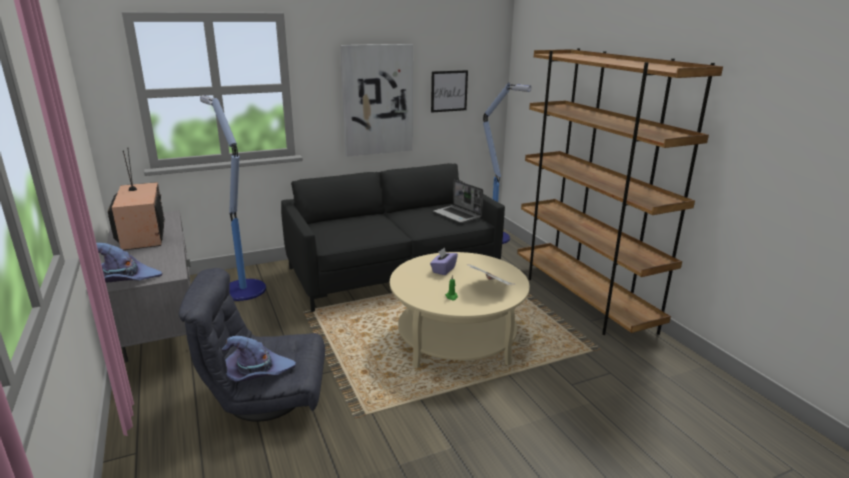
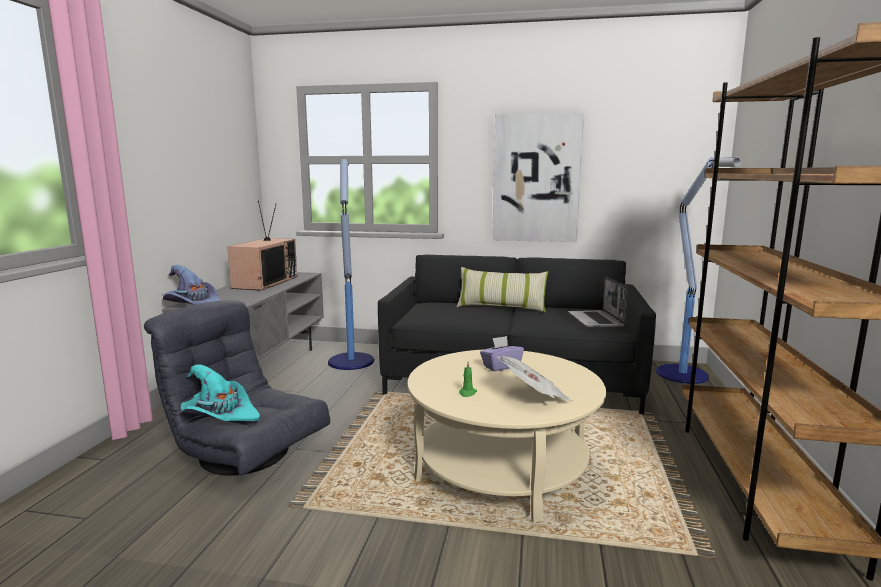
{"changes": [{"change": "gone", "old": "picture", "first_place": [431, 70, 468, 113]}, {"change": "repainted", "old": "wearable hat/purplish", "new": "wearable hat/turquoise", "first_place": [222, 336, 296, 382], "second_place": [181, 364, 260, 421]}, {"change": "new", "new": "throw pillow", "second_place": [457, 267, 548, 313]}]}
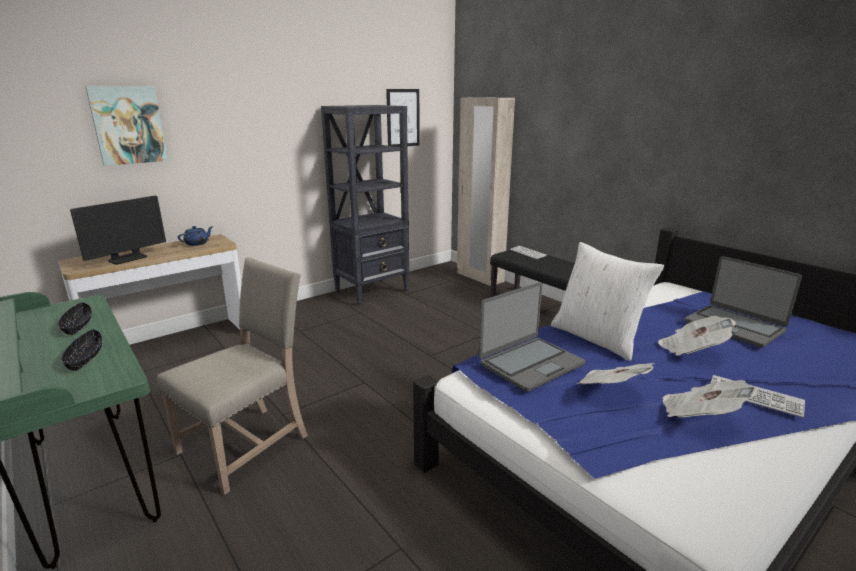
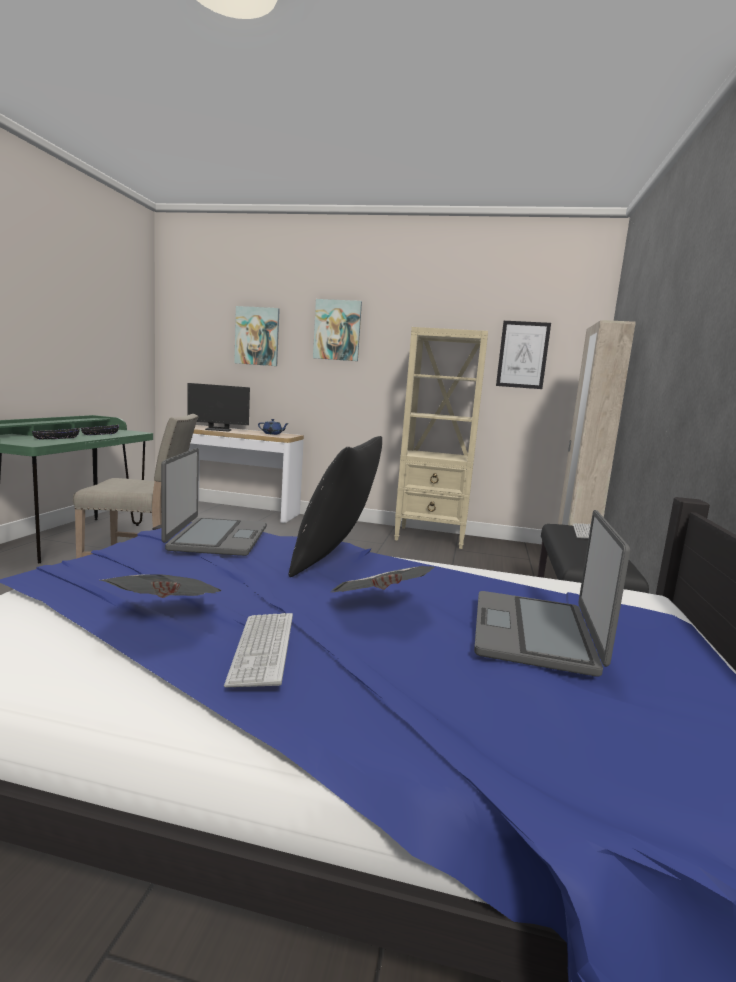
{"changes": [{"change": "repainted", "old": "shelving unit/blackish", "new": "shelving unit/beige", "first_place": [321, 105, 410, 306], "second_place": [394, 327, 488, 549]}, {"change": "repainted", "old": "throw pillow/white-coloured", "new": "throw pillow/blackish", "first_place": [551, 242, 664, 361], "second_place": [289, 436, 382, 577]}, {"change": "rotated", "old": "laptop", "first_place": [479, 282, 585, 392], "second_place": [161, 448, 267, 556], "degrees": -105}, {"change": "gone", "old": "printed paper", "first_place": [576, 363, 655, 384]}, {"change": "new", "new": "picture", "second_place": [313, 299, 362, 361]}]}
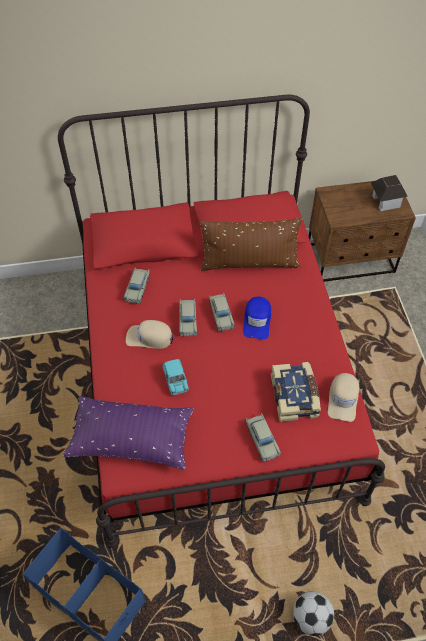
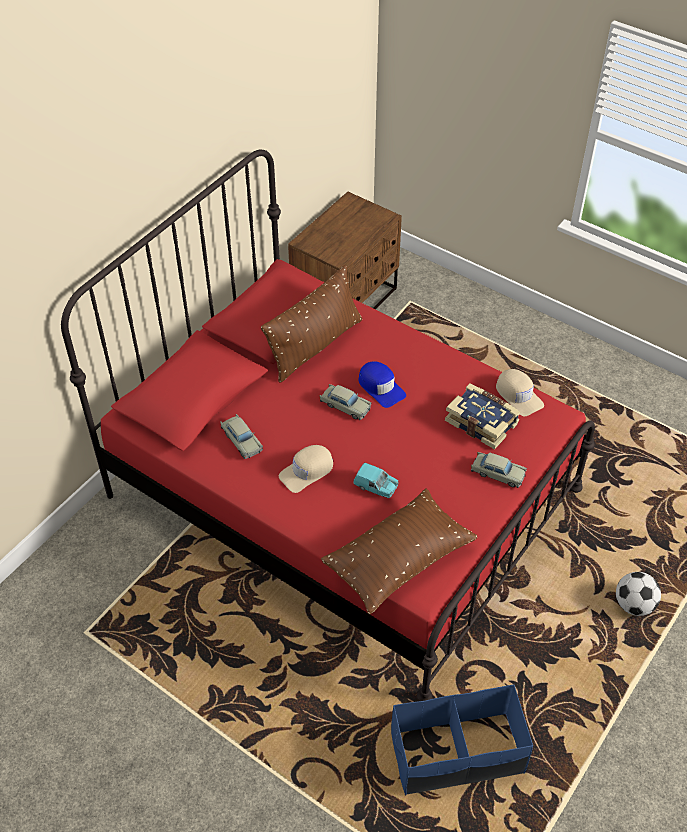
{"changes": [{"change": "gone", "old": "model house", "first_place": [371, 175, 408, 211]}, {"change": "gone", "old": "model car/beige", "first_place": [179, 298, 197, 337]}, {"change": "repainted", "old": "throw pillow/purplish", "new": "throw pillow/brown-coloured", "first_place": [63, 396, 194, 470], "second_place": [321, 489, 477, 614]}]}
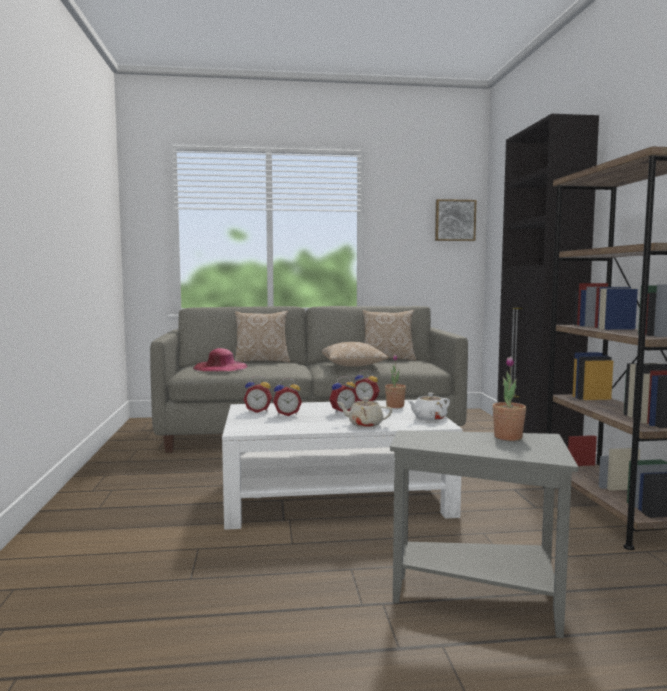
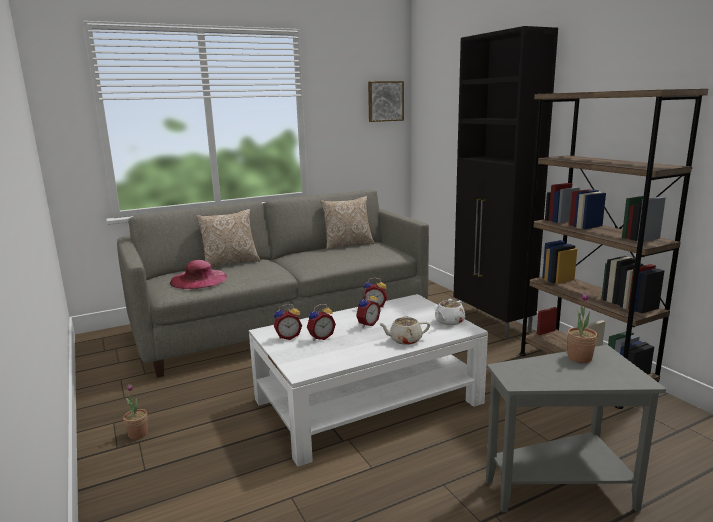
{"changes": [{"change": "gone", "old": "throw pillow", "first_place": [322, 342, 389, 367]}, {"change": "shifted", "old": "plant in a pot", "first_place": [385, 354, 406, 408], "second_place": [123, 384, 148, 440]}]}
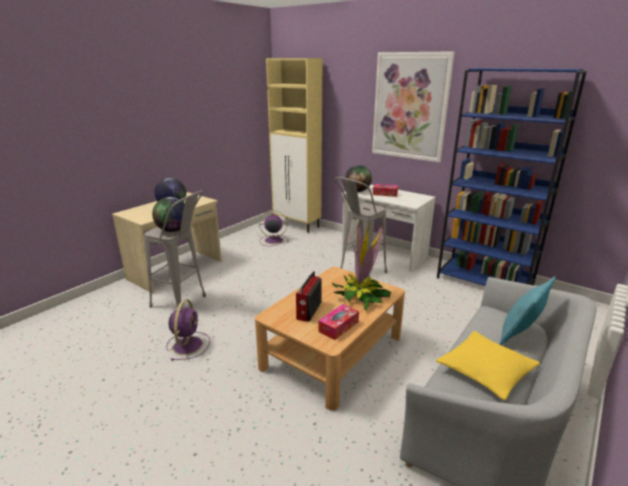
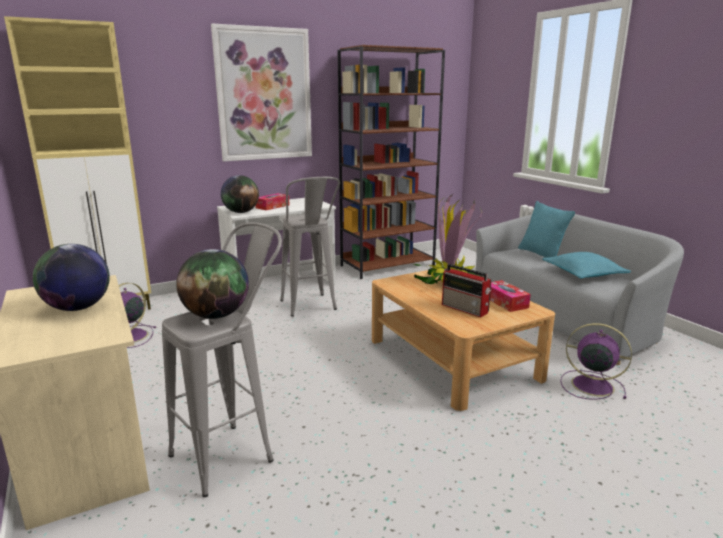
{"changes": [{"change": "repainted", "old": "shelving unit/blue", "new": "shelving unit/brown-coloured", "first_place": [437, 68, 587, 286], "second_place": [338, 45, 445, 279]}, {"change": "shifted", "old": "cooling fan/purplish", "first_place": [166, 299, 210, 360], "second_place": [560, 323, 632, 400]}, {"change": "repainted", "old": "throw pillow/yellow", "new": "throw pillow/turquoise", "first_place": [436, 331, 540, 400], "second_place": [542, 252, 631, 279]}]}
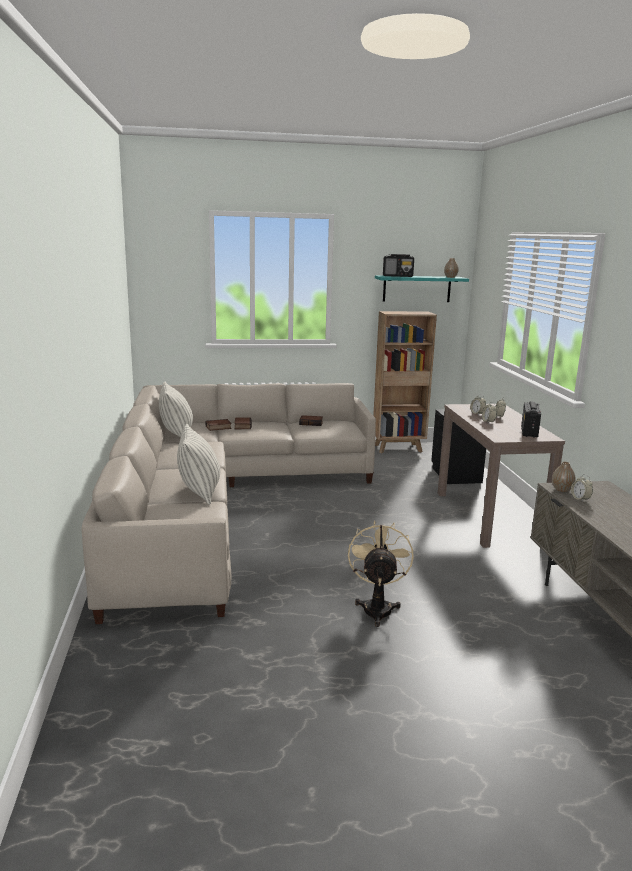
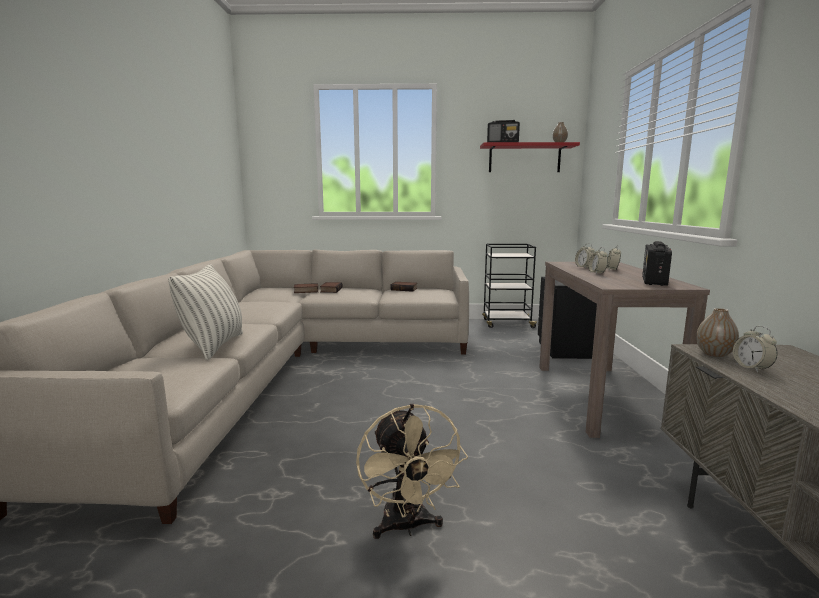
{"changes": [{"change": "repainted", "old": "shelf/turquoise", "new": "shelf/red", "first_place": [375, 275, 469, 302], "second_place": [480, 142, 580, 172]}, {"change": "swapped", "old": "shelving unit/brown-coloured", "new": "trolley/blackish", "first_place": [373, 311, 437, 453], "second_place": [482, 244, 538, 328]}, {"change": "gone", "old": "throw pillow", "first_place": [159, 381, 193, 437]}, {"change": "rotated", "old": "cooling fan/beige", "first_place": [348, 520, 414, 627], "second_place": [356, 404, 468, 539], "degrees": 150}]}
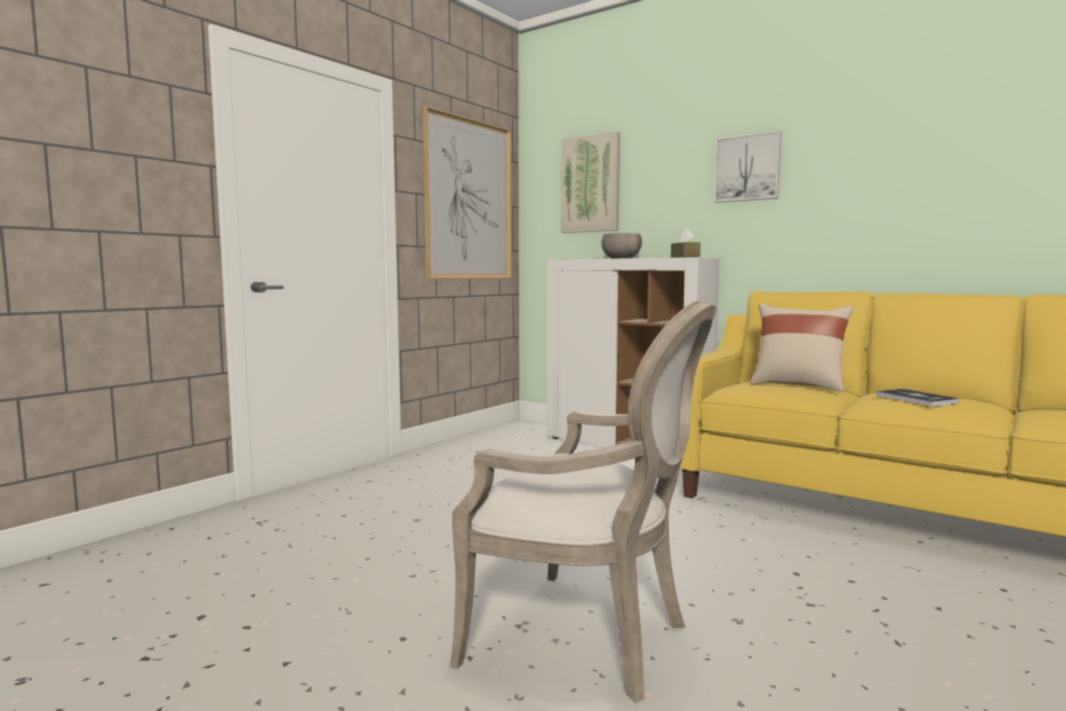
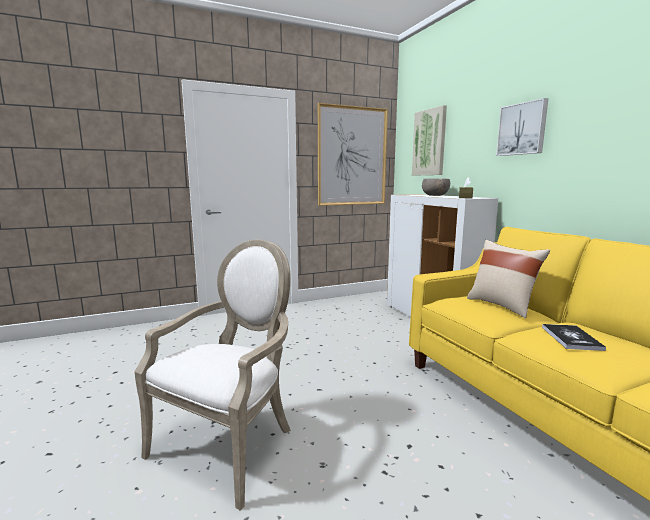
{"changes": [{"change": "rotated", "old": "lounge chair", "first_place": [450, 301, 716, 703], "second_place": [135, 239, 291, 511], "degrees": -120}]}
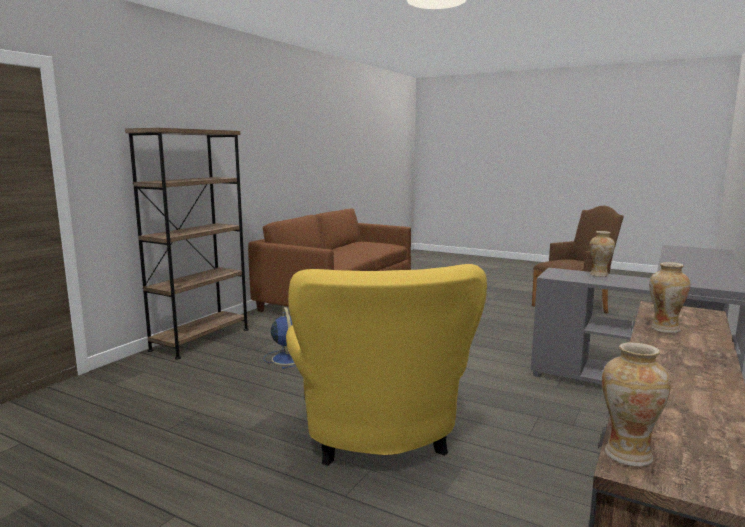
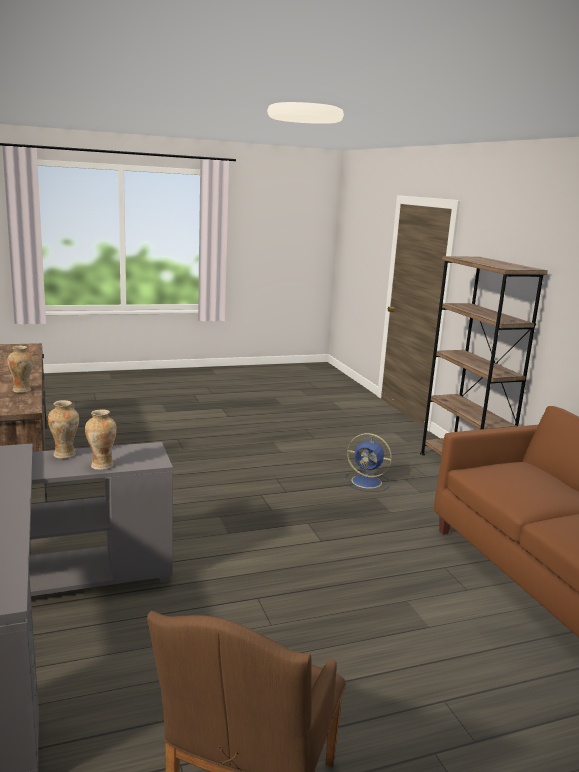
{"changes": [{"change": "gone", "old": "lounge chair/yellow", "first_place": [286, 264, 487, 466]}, {"change": "shifted", "old": "vase", "first_place": [602, 342, 671, 467], "second_place": [48, 400, 79, 459]}]}
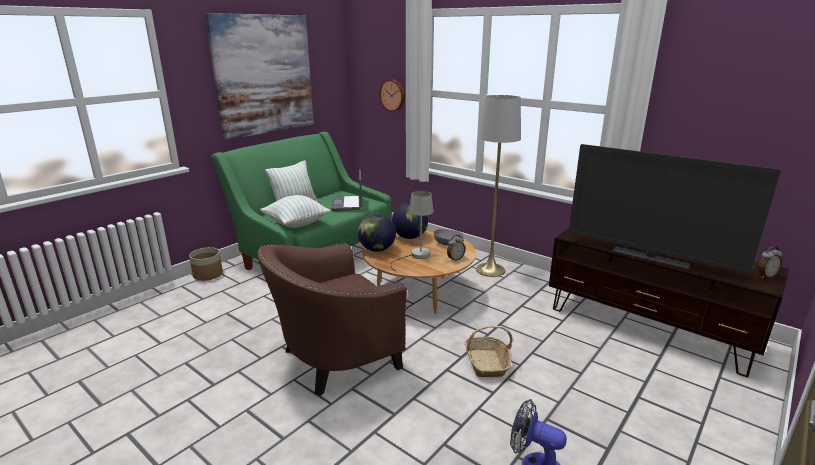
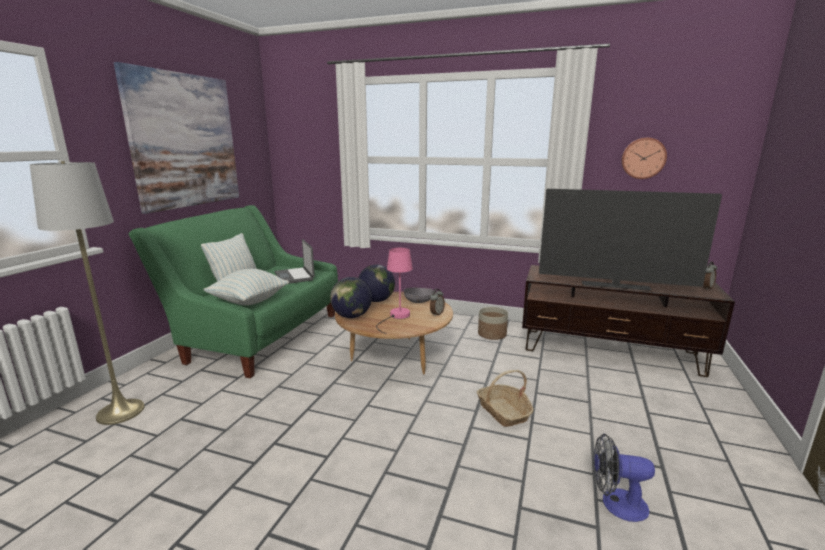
{"changes": [{"change": "shifted", "old": "wall clock", "first_place": [379, 79, 405, 112], "second_place": [622, 138, 667, 179]}, {"change": "shifted", "old": "floor lamp/grey", "first_place": [476, 95, 521, 277], "second_place": [30, 161, 145, 425]}, {"change": "repainted", "old": "tabletop lamp/grey", "new": "tabletop lamp/pink", "first_place": [391, 191, 434, 271], "second_place": [376, 248, 413, 334]}, {"change": "gone", "old": "lounge chair/brown-coloured", "first_place": [257, 243, 407, 396]}, {"change": "shifted", "old": "plant pot", "first_place": [189, 247, 223, 281], "second_place": [478, 307, 508, 340]}]}
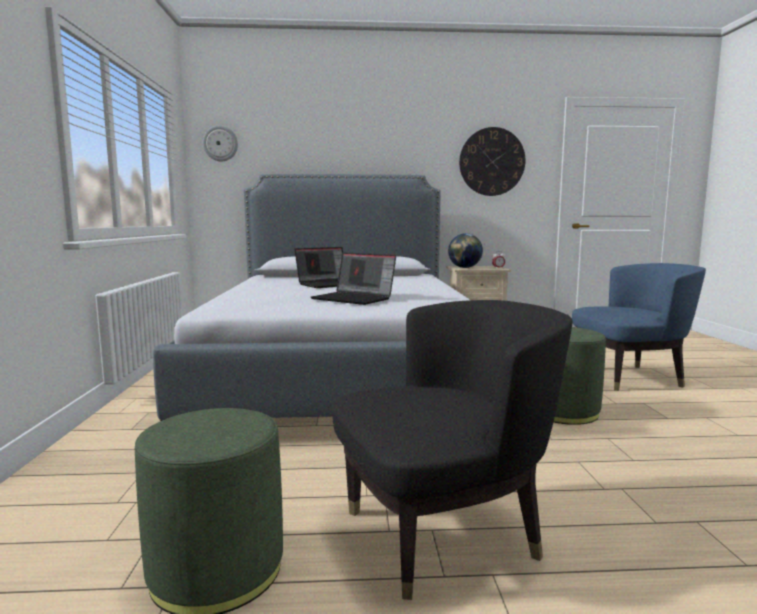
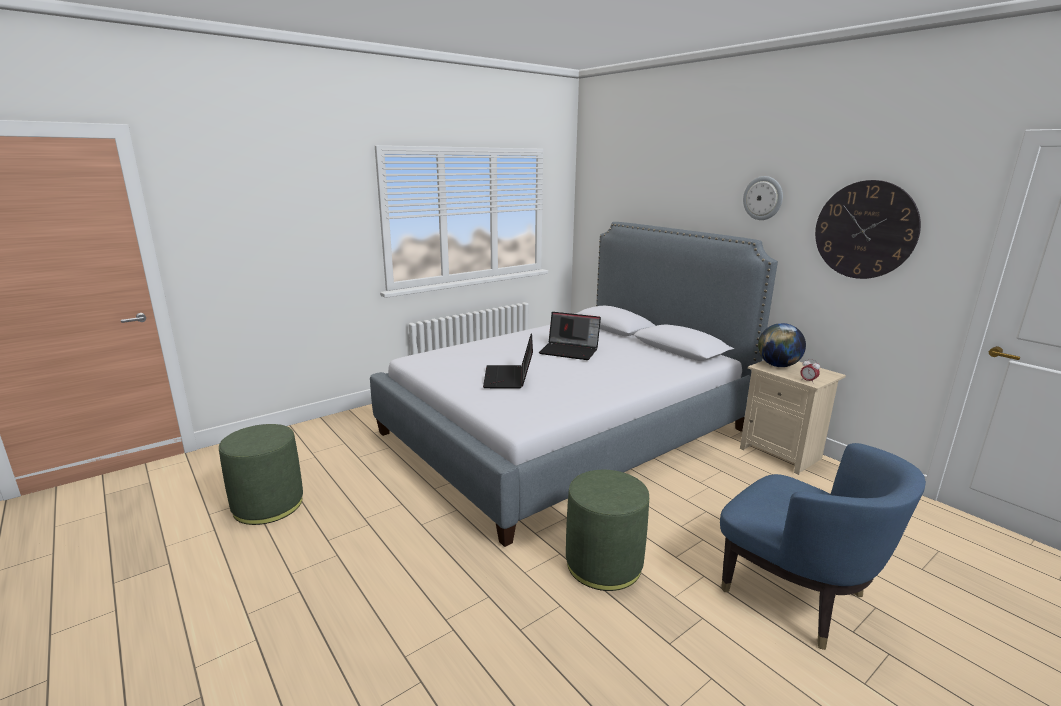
{"changes": [{"change": "shifted", "old": "wall clock", "first_place": [203, 125, 238, 161], "second_place": [743, 176, 783, 220]}, {"change": "gone", "old": "lounge chair/blackish", "first_place": [332, 300, 573, 600]}]}
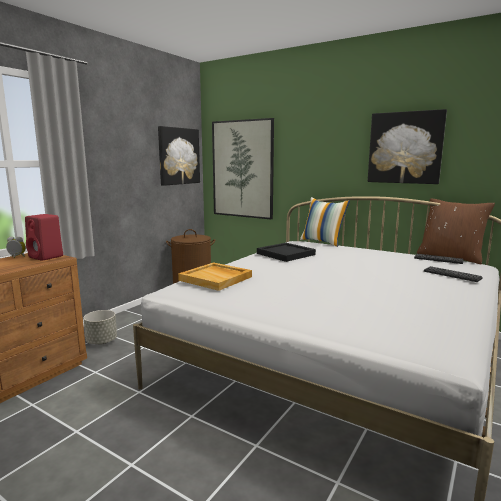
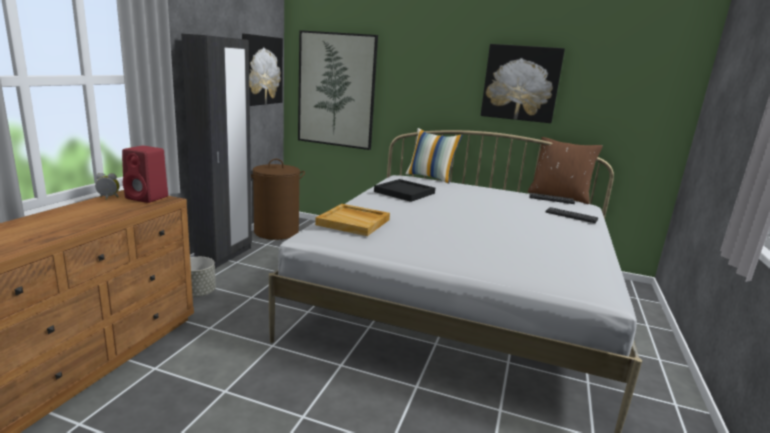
{"changes": [{"change": "new", "new": "armoire/blackish", "second_place": [181, 34, 252, 269]}]}
